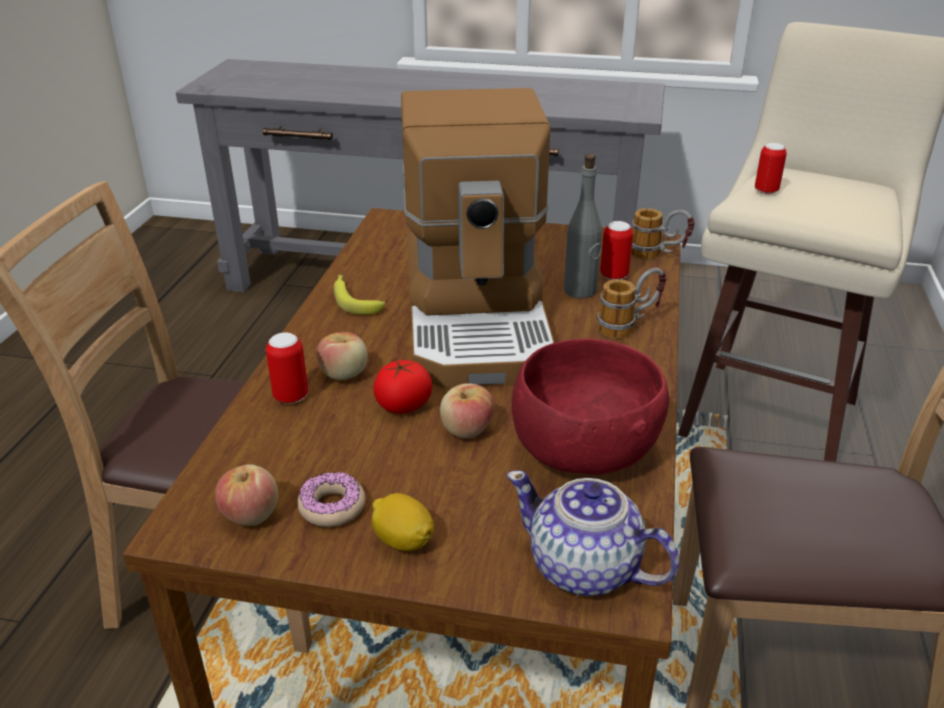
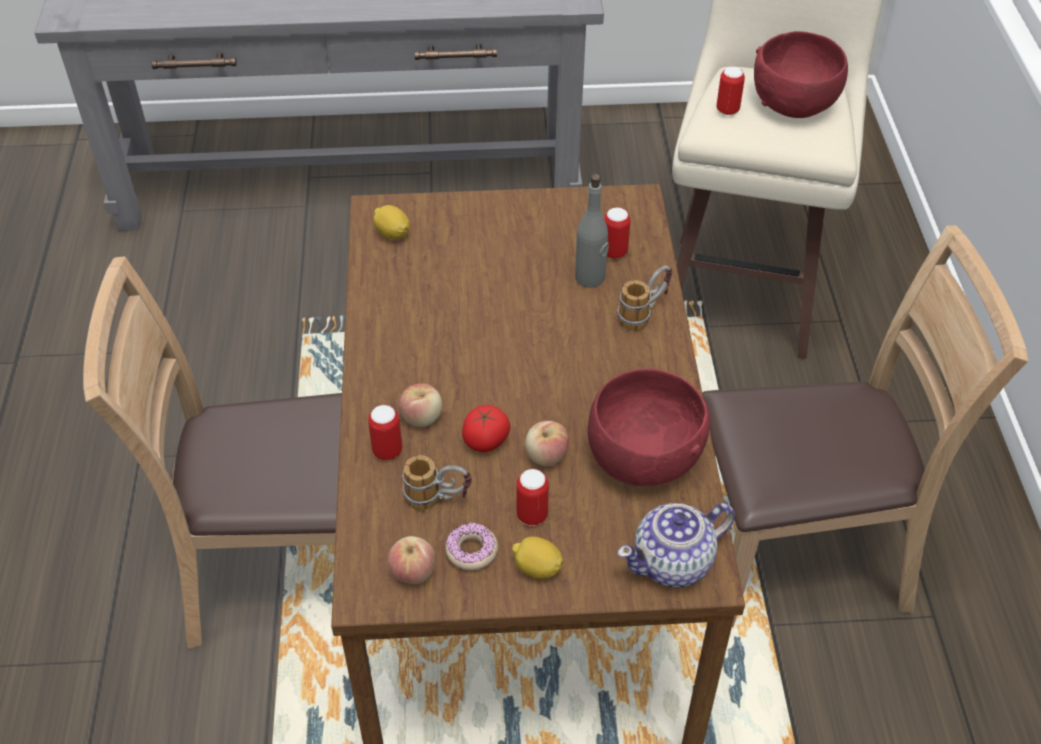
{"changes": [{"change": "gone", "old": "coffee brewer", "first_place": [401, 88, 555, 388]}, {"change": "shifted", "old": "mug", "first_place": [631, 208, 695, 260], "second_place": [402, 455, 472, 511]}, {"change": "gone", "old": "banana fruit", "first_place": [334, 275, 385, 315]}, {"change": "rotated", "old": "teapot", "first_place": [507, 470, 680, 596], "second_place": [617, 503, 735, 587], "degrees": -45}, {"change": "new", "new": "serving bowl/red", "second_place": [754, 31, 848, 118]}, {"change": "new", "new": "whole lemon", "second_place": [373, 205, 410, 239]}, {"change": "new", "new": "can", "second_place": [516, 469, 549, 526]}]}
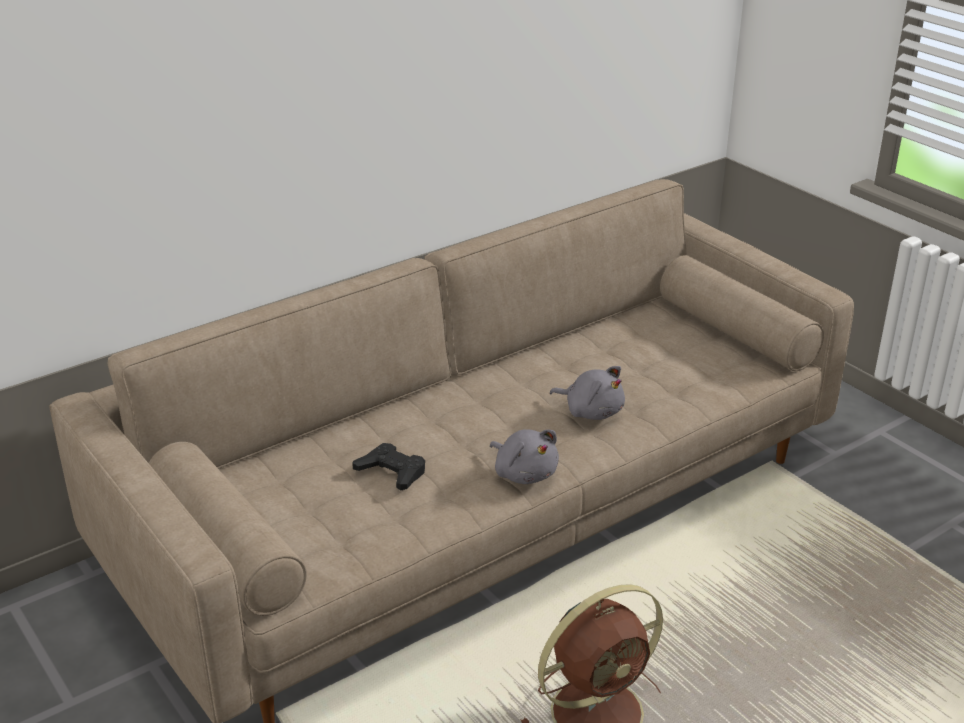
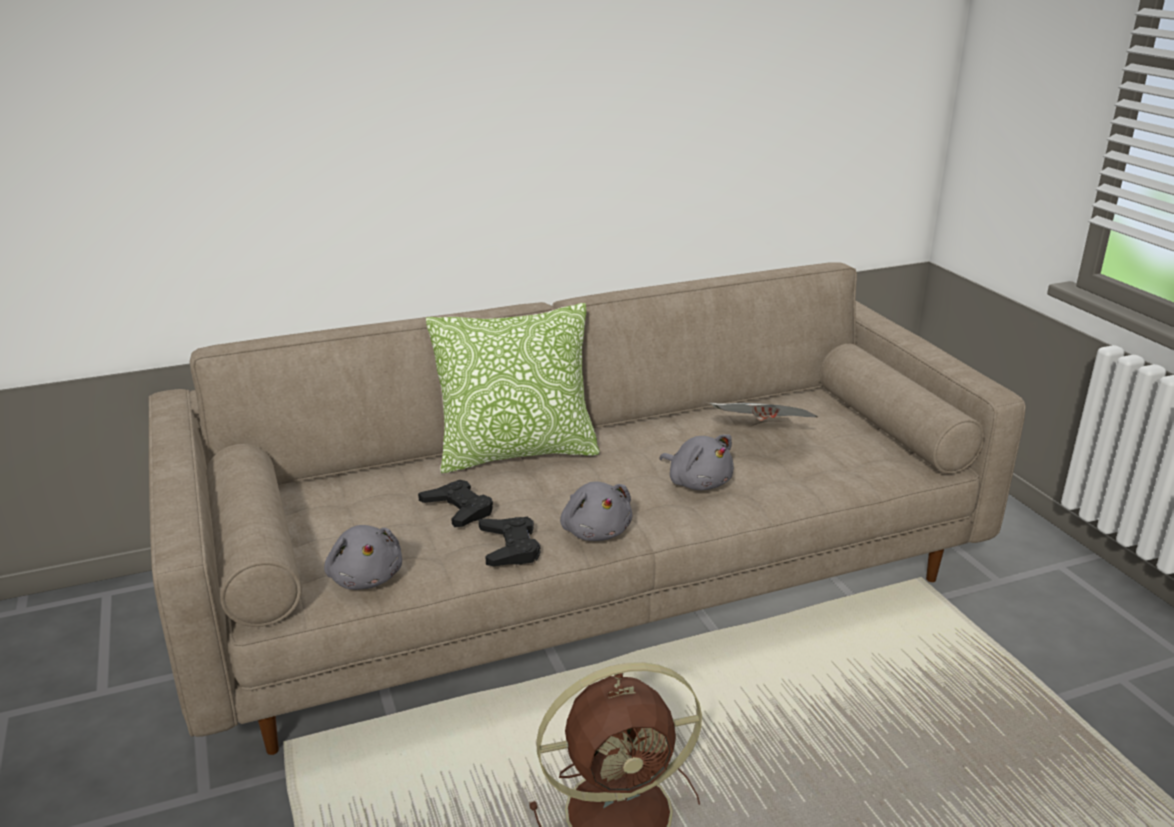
{"changes": [{"change": "new", "new": "throw pillow", "second_place": [426, 303, 600, 473]}, {"change": "new", "new": "printed paper", "second_place": [708, 403, 818, 421]}, {"change": "new", "new": "gamepad/blackish", "second_place": [478, 516, 541, 566]}, {"change": "new", "new": "plush toy/grey", "second_place": [324, 525, 402, 590]}]}
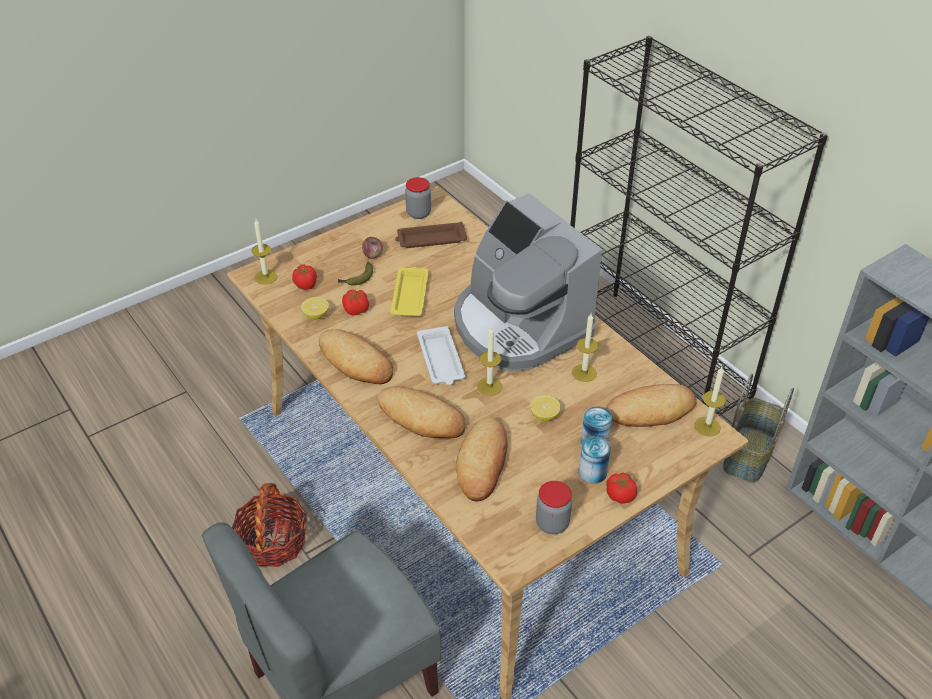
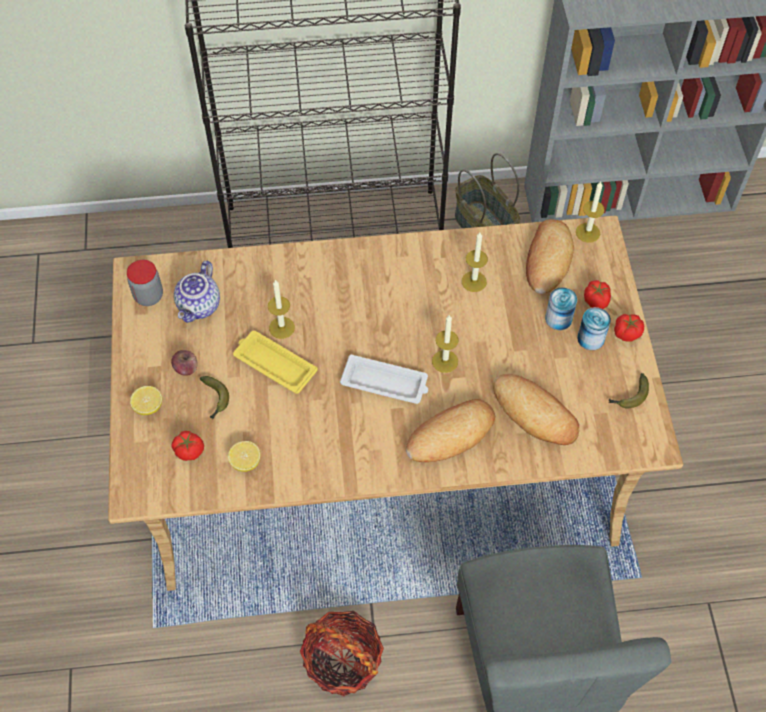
{"changes": [{"change": "gone", "old": "coffee brewer", "first_place": [454, 194, 602, 372]}, {"change": "shifted", "old": "wax light", "first_place": [252, 219, 277, 285], "second_place": [268, 279, 295, 339]}, {"change": "swapped", "old": "tray/brown-coloured", "new": "teapot", "first_place": [395, 222, 467, 248], "second_place": [174, 261, 220, 323]}, {"change": "shifted", "old": "tomato", "first_place": [342, 289, 369, 316], "second_place": [584, 280, 611, 309]}, {"change": "gone", "old": "bakery bread", "first_place": [319, 329, 393, 384]}, {"change": "shifted", "old": "whole lemon", "first_place": [530, 395, 561, 421], "second_place": [130, 386, 162, 415]}, {"change": "swapped", "old": "storage jar", "new": "banana fruit", "first_place": [536, 481, 572, 534], "second_place": [608, 373, 649, 409]}]}
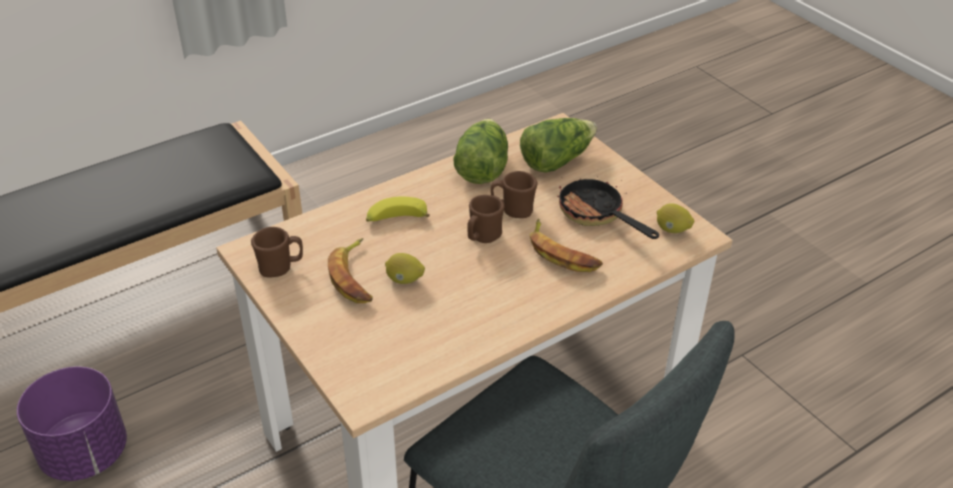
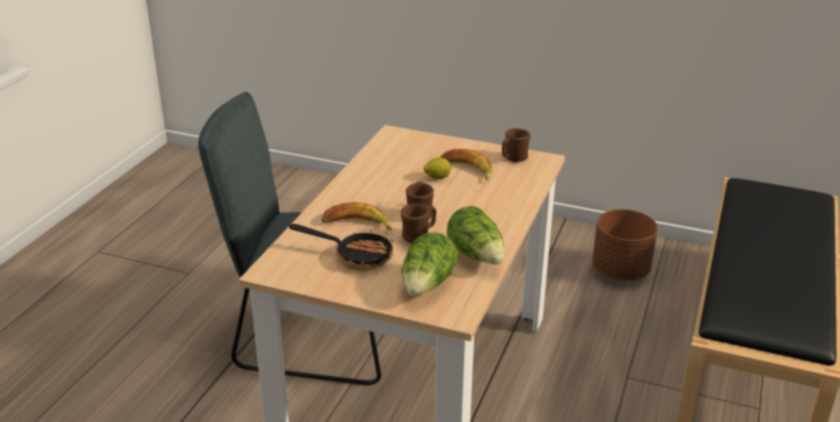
{"changes": [{"change": "gone", "old": "banana fruit", "first_place": [366, 197, 430, 222]}, {"change": "gone", "old": "whole lemon", "first_place": [657, 203, 694, 233]}, {"change": "repainted", "old": "plant pot/purplish", "new": "plant pot/brown-coloured", "first_place": [17, 367, 127, 481], "second_place": [592, 209, 658, 281]}]}
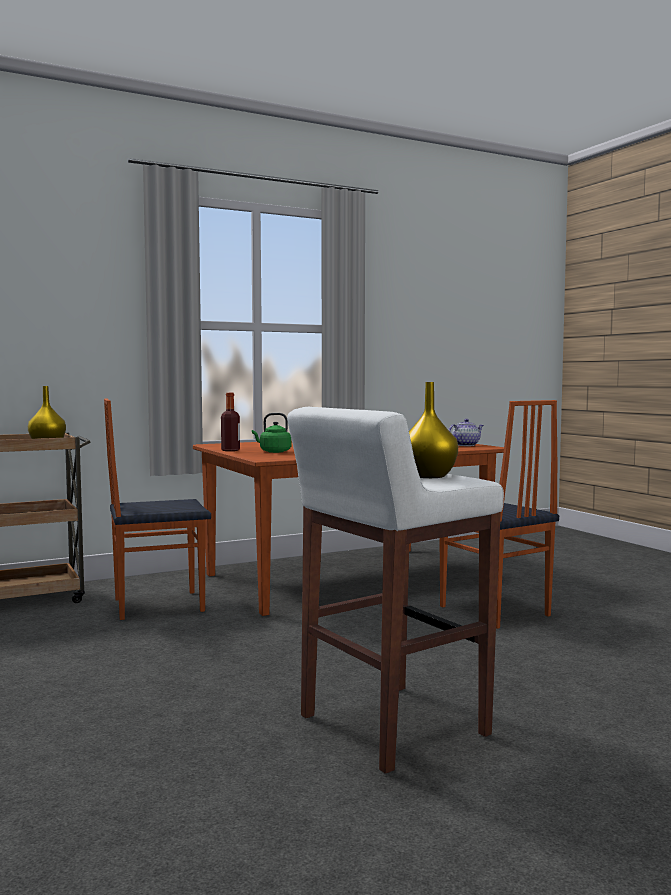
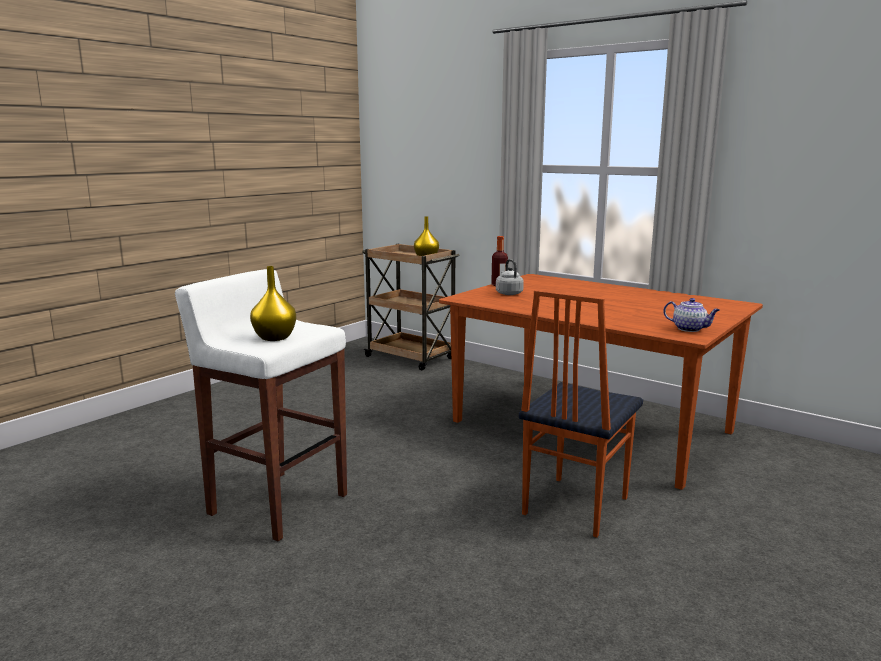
{"changes": [{"change": "gone", "old": "chair", "first_place": [104, 398, 211, 620]}, {"change": "repainted", "old": "kettle/greenish", "new": "kettle/grey", "first_place": [252, 413, 291, 453], "second_place": [496, 259, 524, 295]}]}
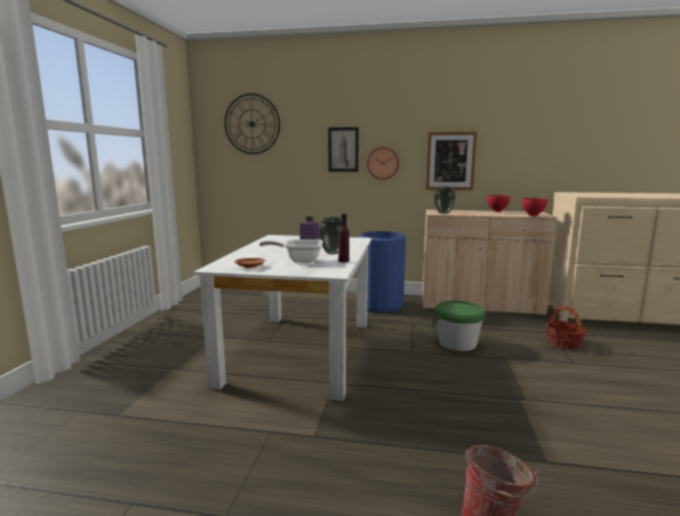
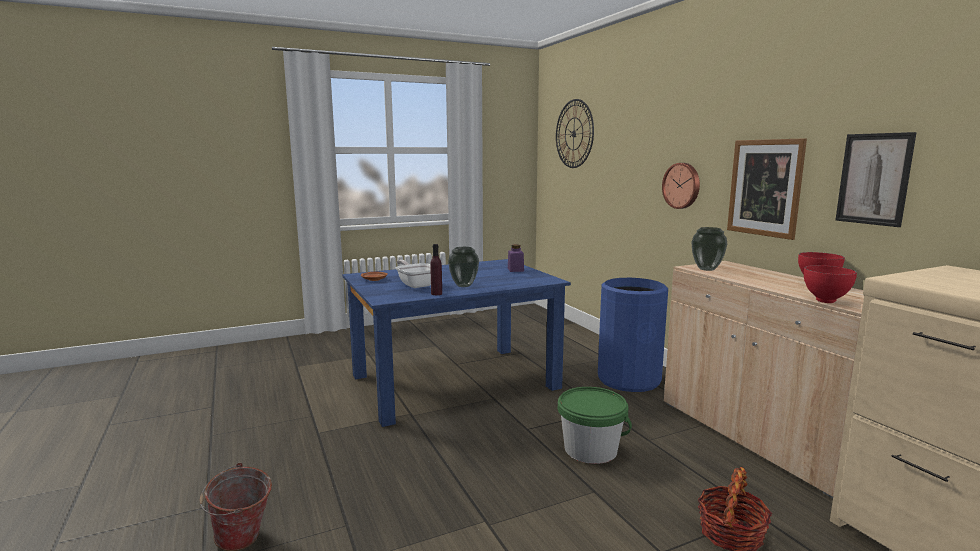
{"changes": [{"change": "shifted", "old": "picture", "first_place": [328, 127, 359, 172], "second_place": [836, 132, 917, 227]}, {"change": "repainted", "old": "dining table/white-coloured", "new": "dining table/blue", "first_place": [193, 235, 372, 401], "second_place": [342, 259, 571, 427]}]}
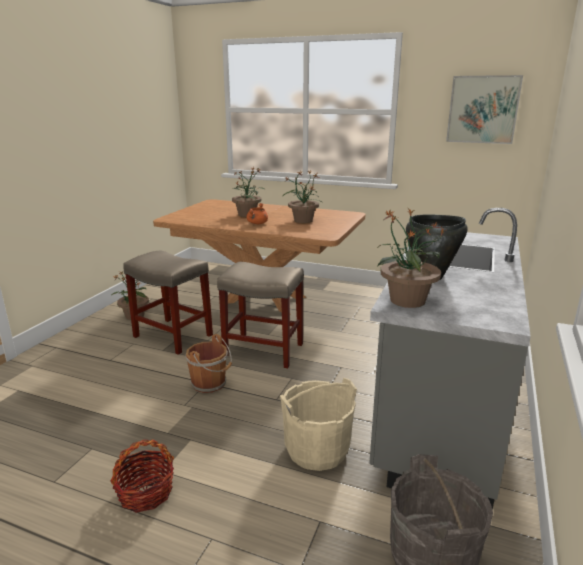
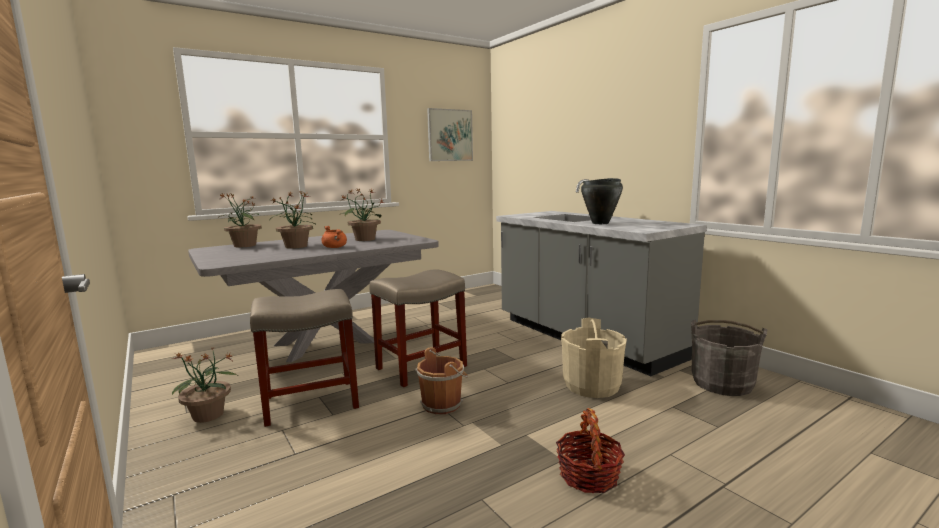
{"changes": [{"change": "repainted", "old": "dining table/brown-coloured", "new": "dining table/grey", "first_place": [153, 199, 365, 315], "second_place": [188, 230, 439, 362]}, {"change": "shifted", "old": "plant in a pot", "first_place": [377, 208, 446, 308], "second_place": [217, 193, 262, 248]}]}
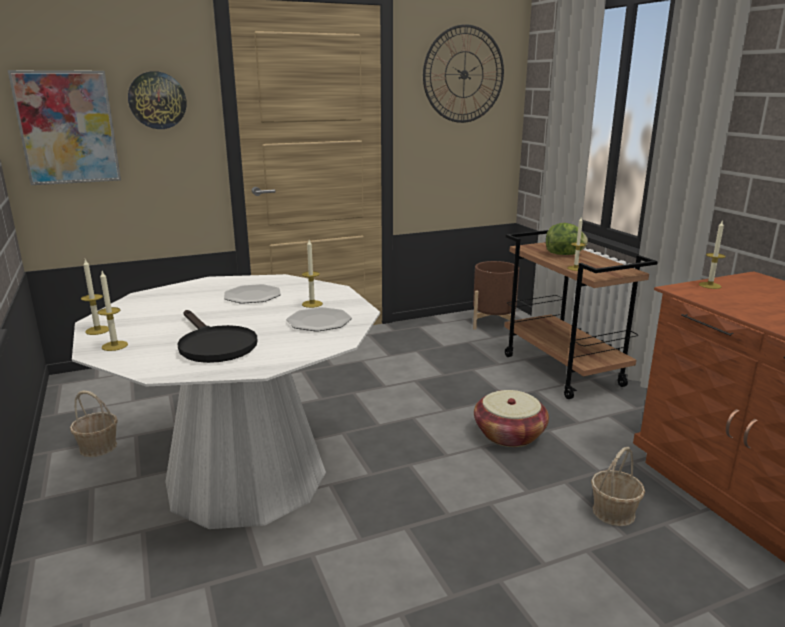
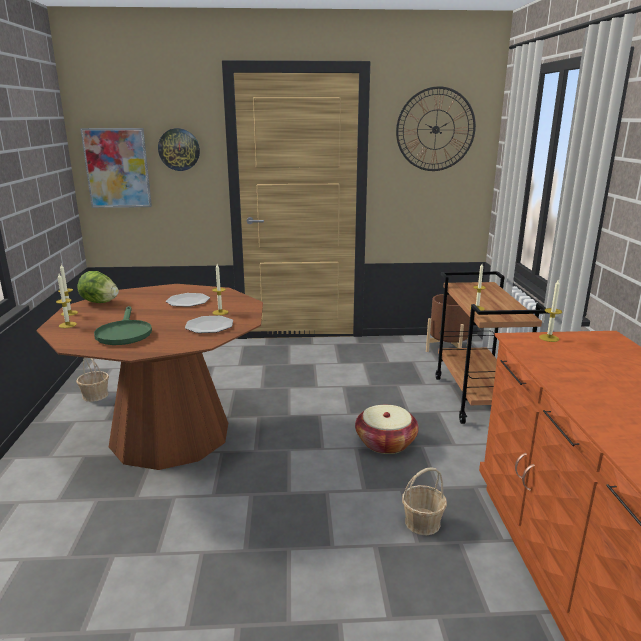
{"changes": [{"change": "shifted", "old": "head of lettuce", "first_place": [546, 223, 588, 255], "second_place": [78, 271, 119, 303]}, {"change": "repainted", "old": "dining table/white-coloured", "new": "dining table/brown-coloured", "first_place": [72, 274, 380, 529], "second_place": [37, 284, 263, 470]}, {"change": "repainted", "old": "pan/blackish", "new": "pan/greenish", "first_place": [177, 310, 258, 363], "second_place": [94, 306, 152, 345]}]}
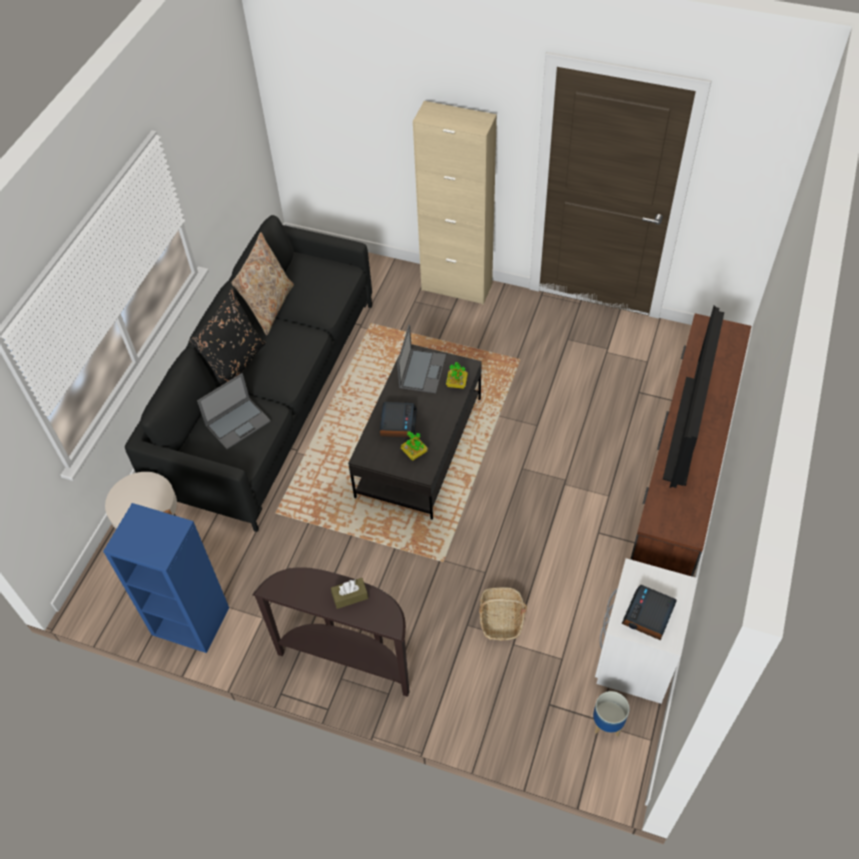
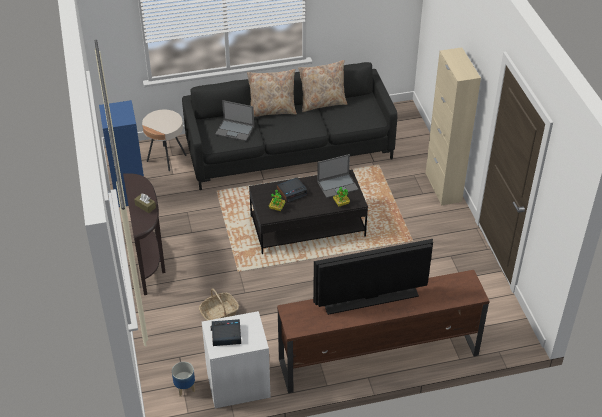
{"changes": [{"change": "repainted", "old": "throw pillow/blackish", "new": "throw pillow/beige", "first_place": [189, 288, 266, 385], "second_place": [247, 69, 297, 117]}]}
